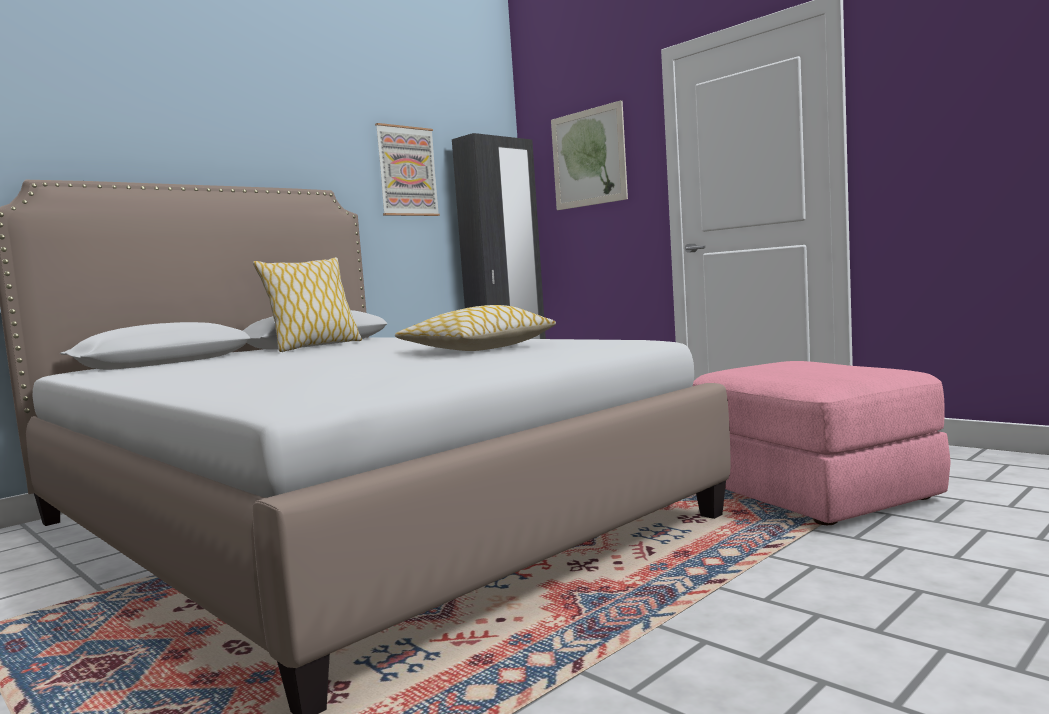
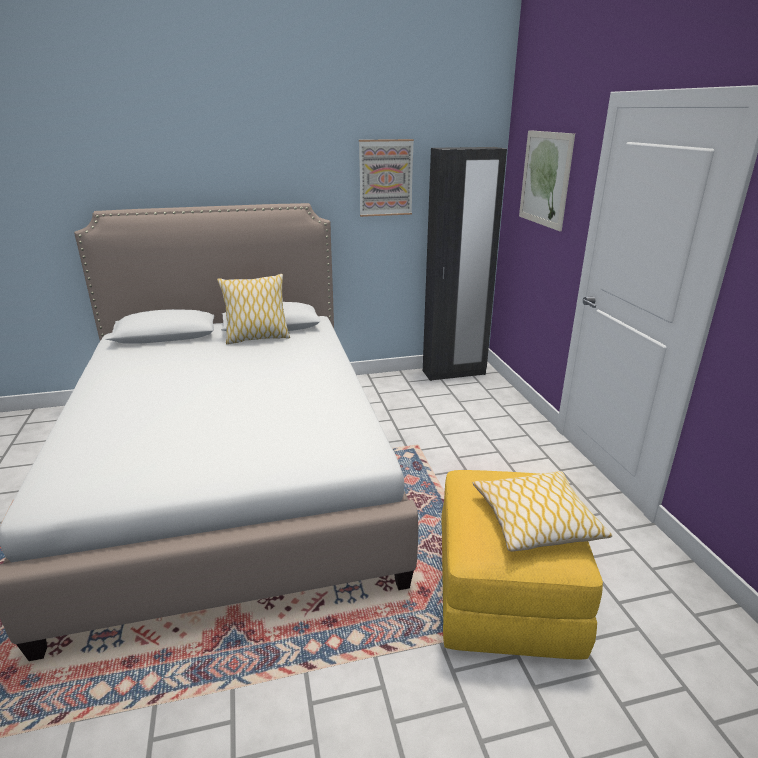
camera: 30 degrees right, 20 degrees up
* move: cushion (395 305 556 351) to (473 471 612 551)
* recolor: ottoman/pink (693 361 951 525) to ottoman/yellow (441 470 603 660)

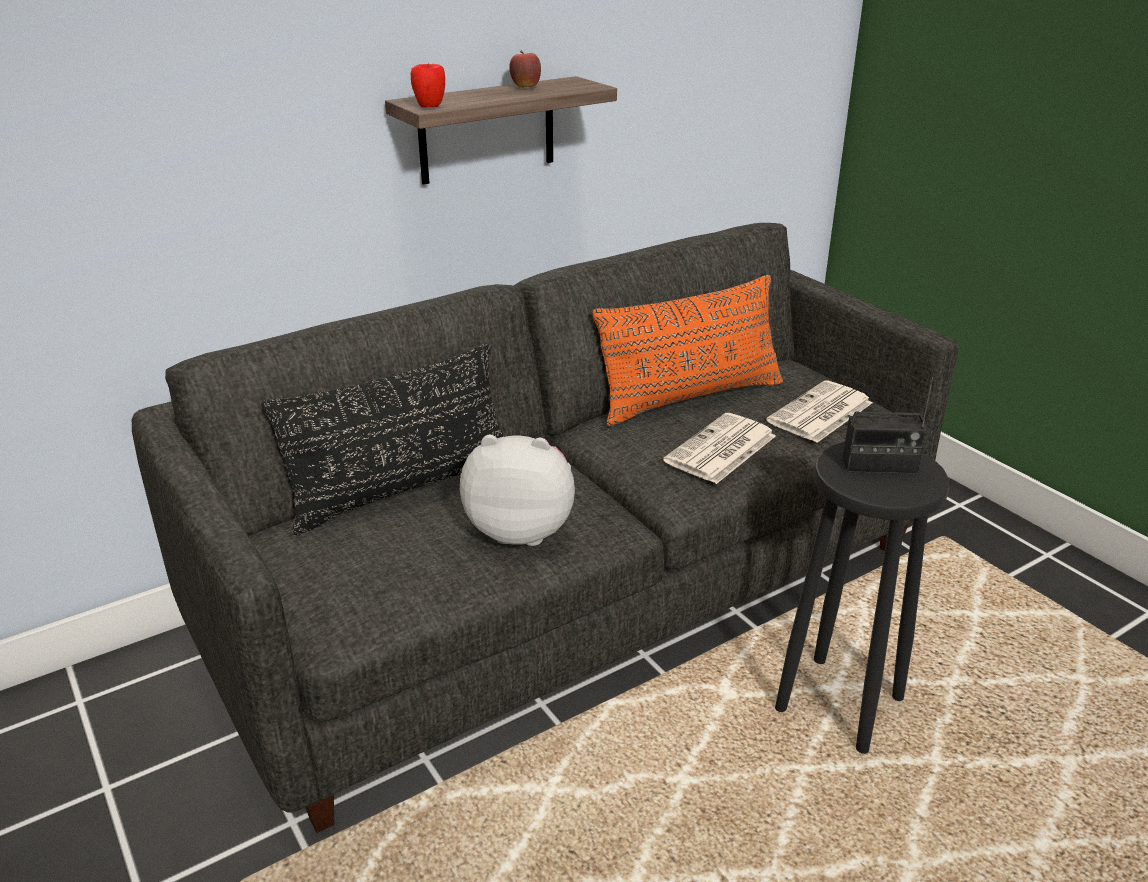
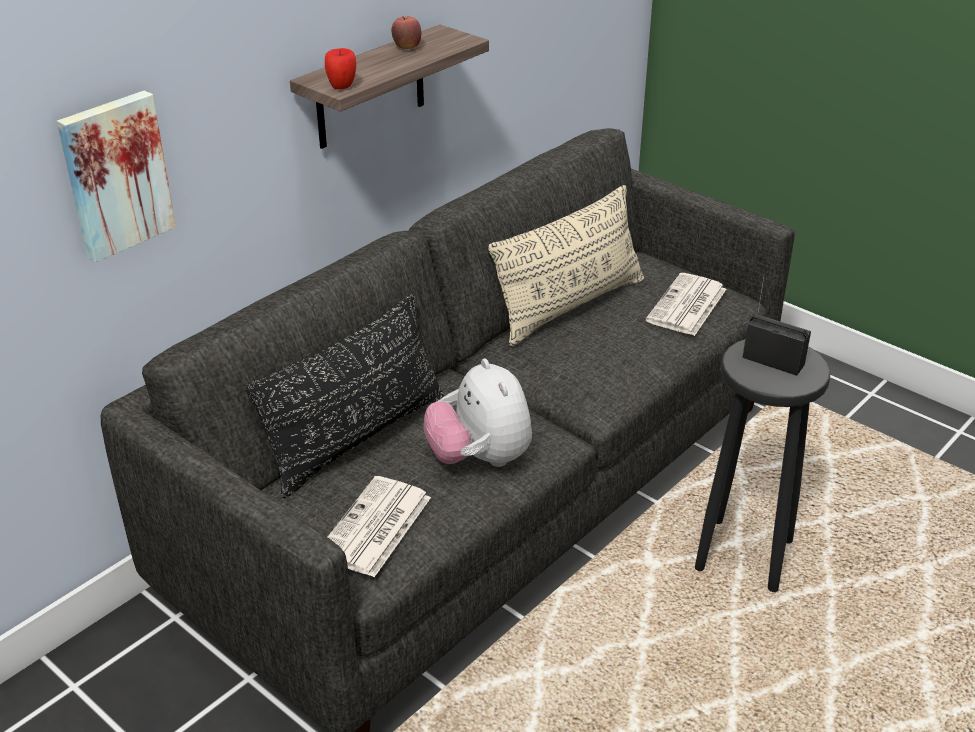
camera: 15 degrees left, 5 degrees up
* rotate: plush toy (460 435 575 546) = (424 358 532 467) 105 degrees counterclockwise
* recolor: cushion/orangey (592 275 783 426) to cushion/sand-coloured (488 185 644 346)
* move: newspaper (663 413 776 484) to (328 476 431 577)
* rotate: radio set (842 377 933 474) = (742 277 811 376) 135 degrees counterclockwise
* insert: wall picture (57 91 176 262)

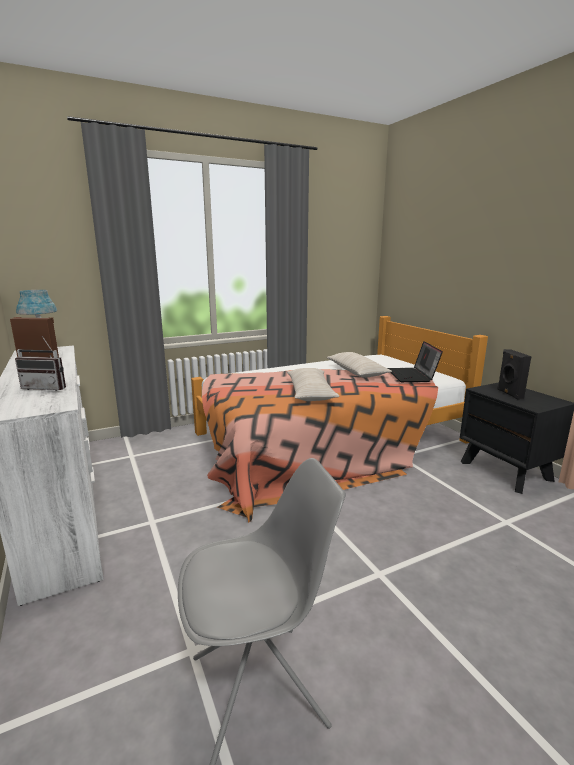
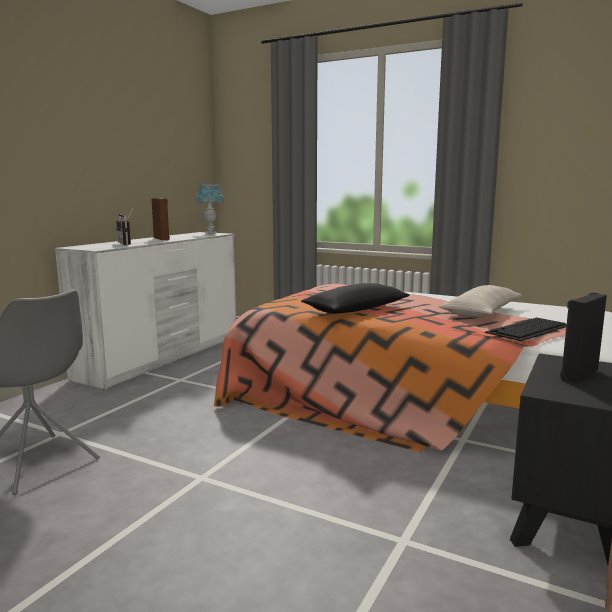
camera: 55 degrees right, 5 degrees down
* recolor: cushion/sand-coloured (287 368 339 401) to cushion/blackish (301 283 410 314)
* replace: laptop (387 341 443 382) to PC keyboard (485 317 567 341)

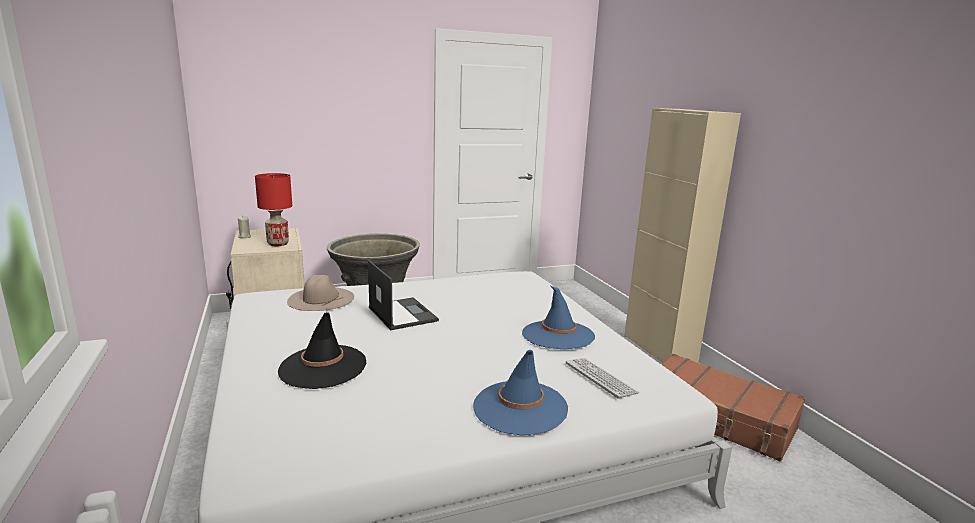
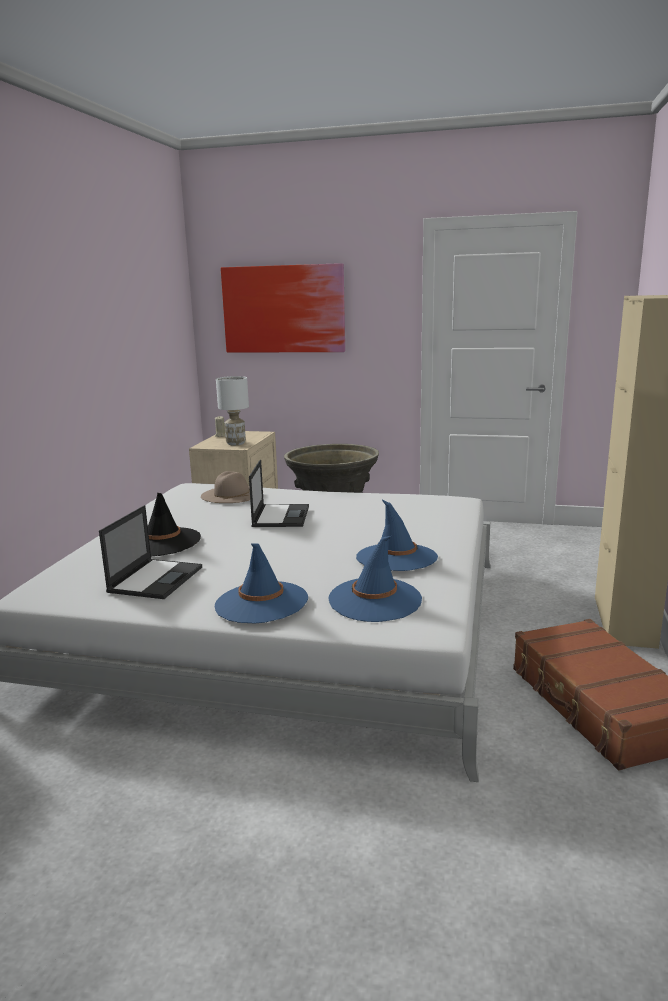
camera: 35 degrees right, 0 degrees up
* recolor: lamp for a table/red (255 173 292 246) to lamp for a table/white (216 376 249 445)
* replace: PC keyboard (566 358 639 398) to hat/blue (328 536 422 622)
* insert: laptop (99 505 202 599)
* insert: wall picture (221 263 345 353)

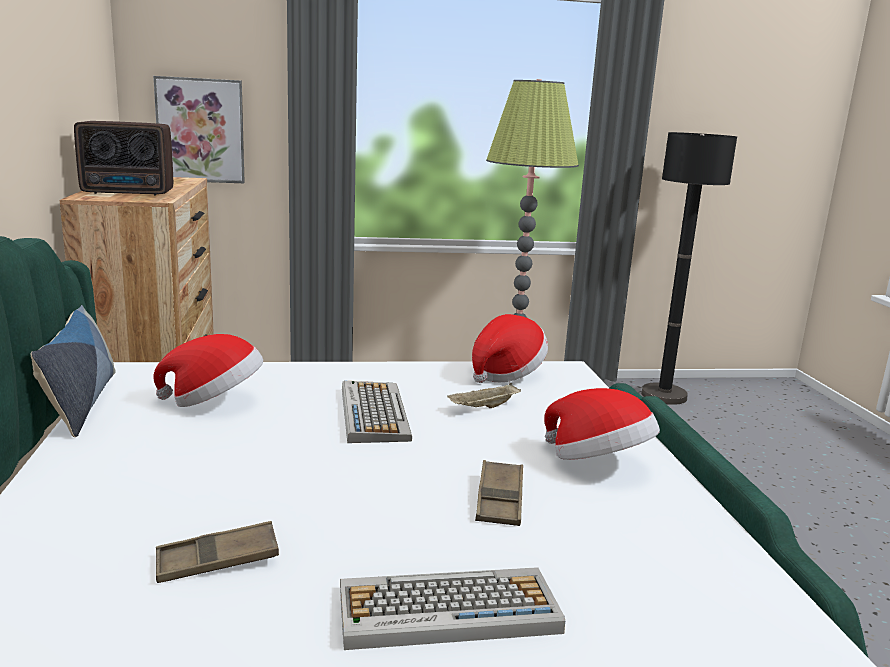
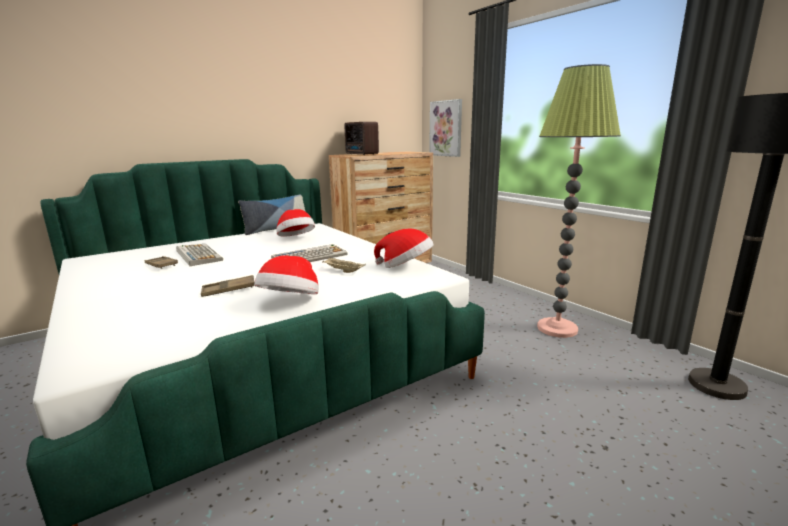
camera: 65 degrees right, 0 degrees up
* move: PC keyboard (340 567 565 650) to (176 244 223 266)

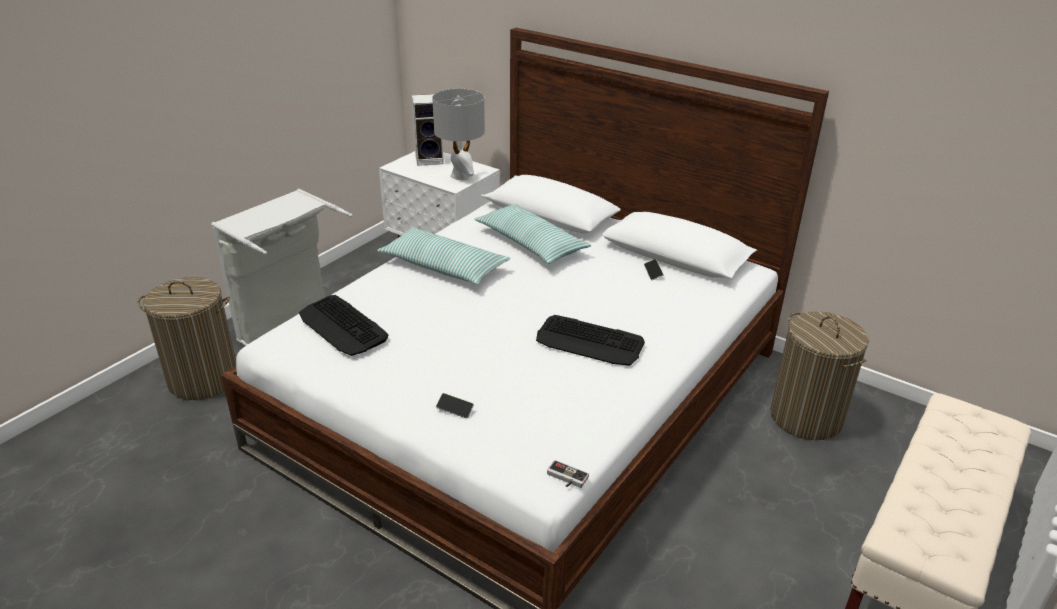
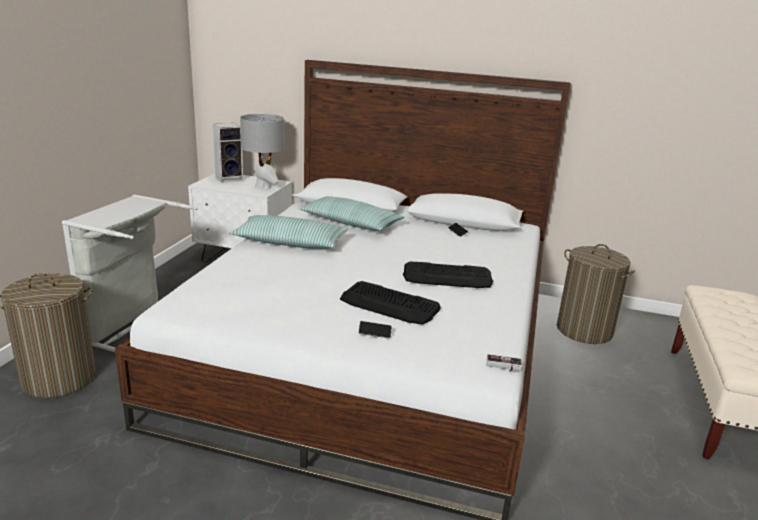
camera: 20 degrees left, 10 degrees down
* move: PC keyboard (299 295 389 356) to (340 281 441 325)

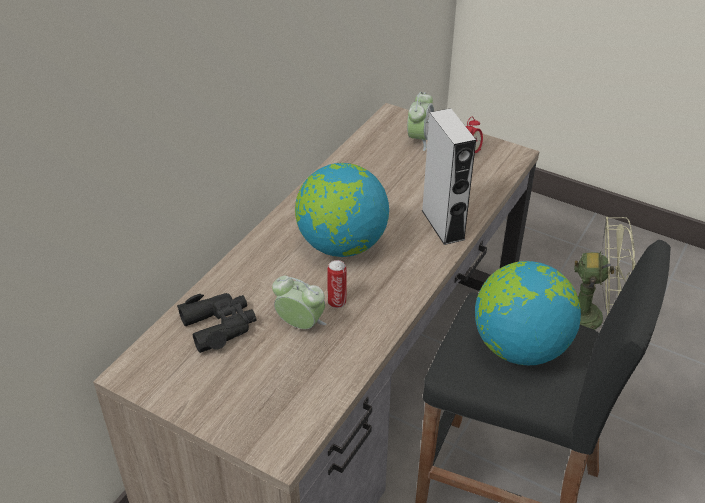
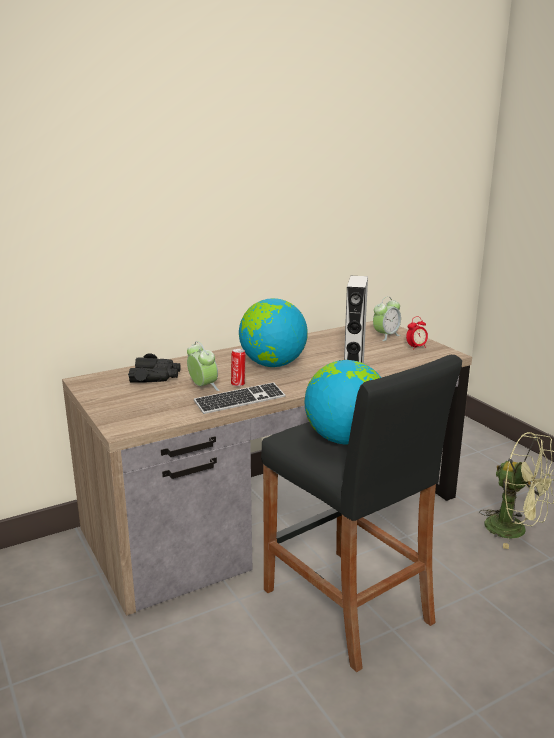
camera: 30 degrees right, 20 degrees down
* insert: PC keyboard (194 382 285 414)

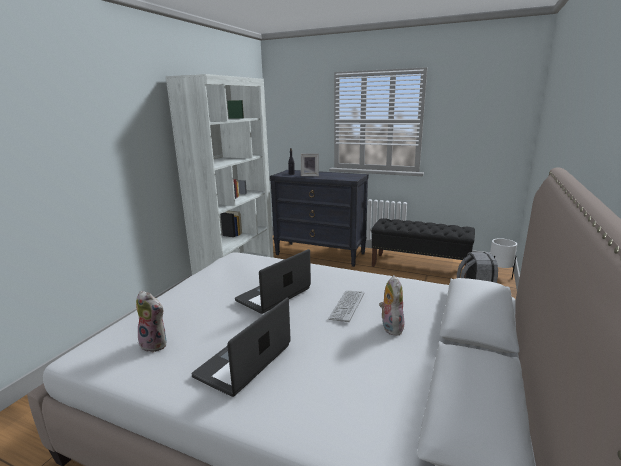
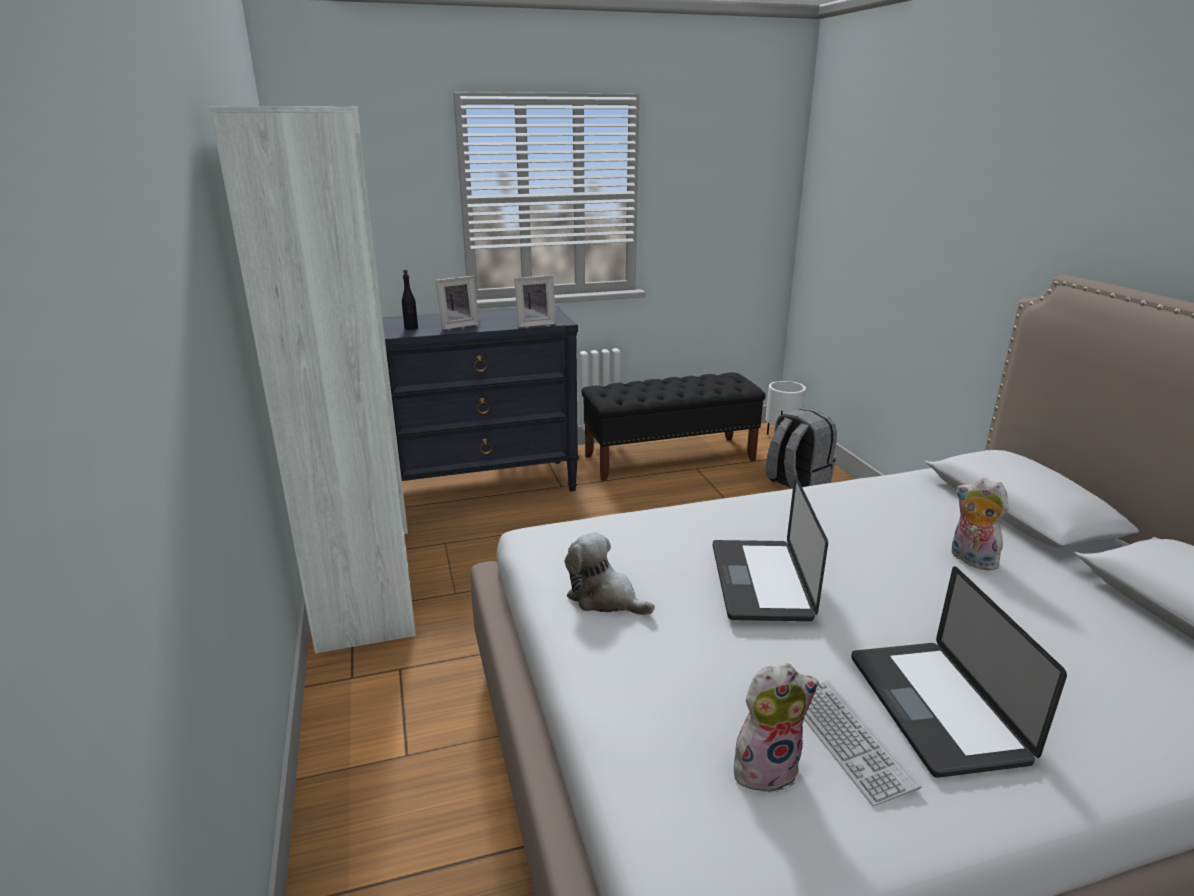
camera: 40 degrees left, 5 degrees up
* move: PC keyboard (328 291 365 322) to (804 681 922 806)
* insert: standing frame (514 275 556 328)
* insert: plush toy (565 532 655 615)

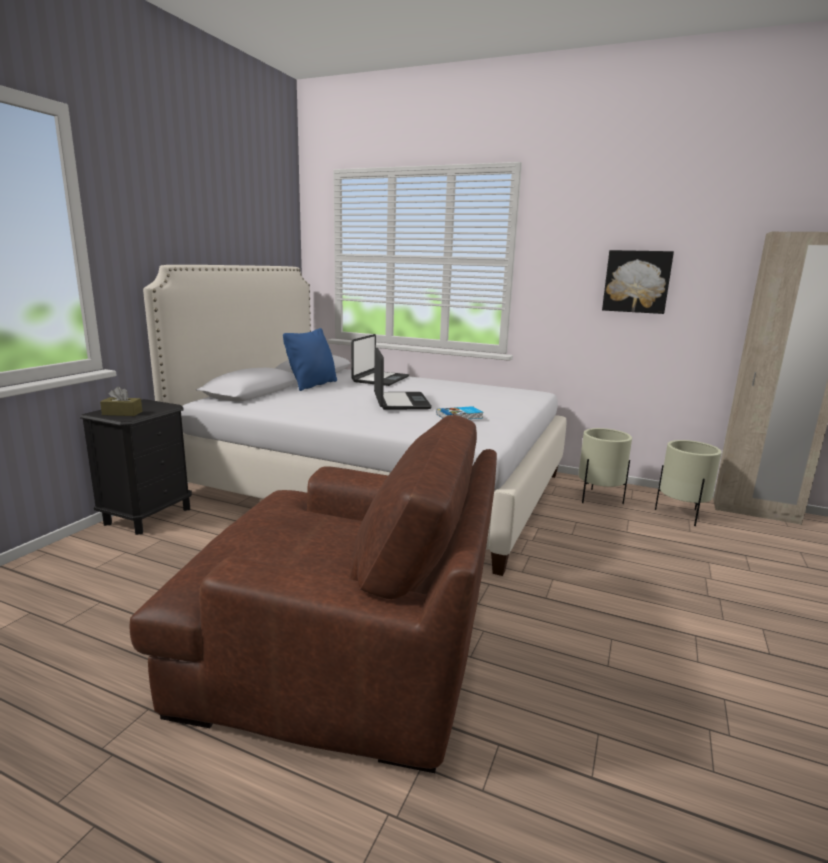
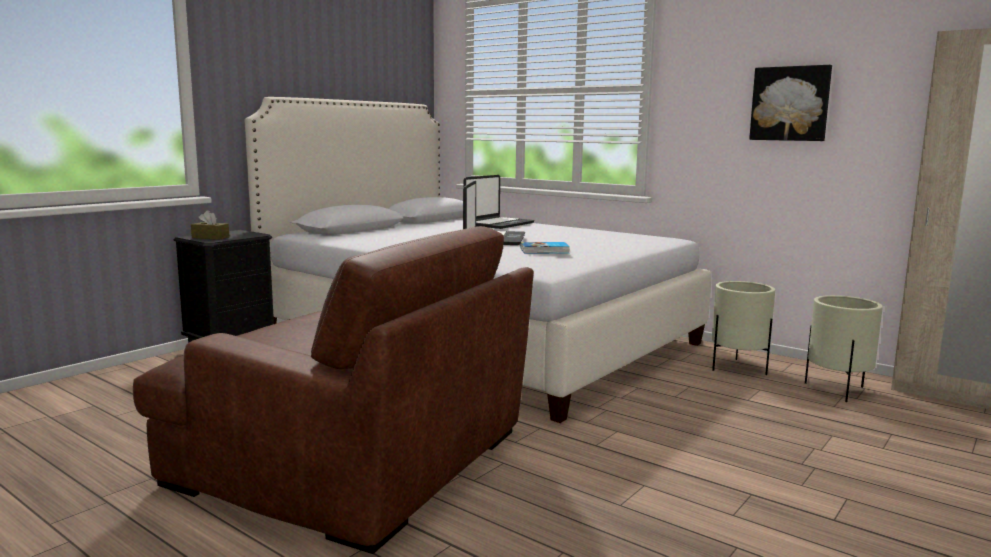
camera: 15 degrees right, 5 degrees down
* delete: cushion/blue (283 328 337 391)

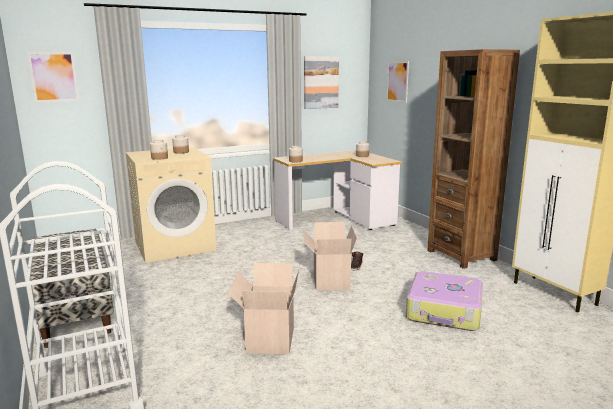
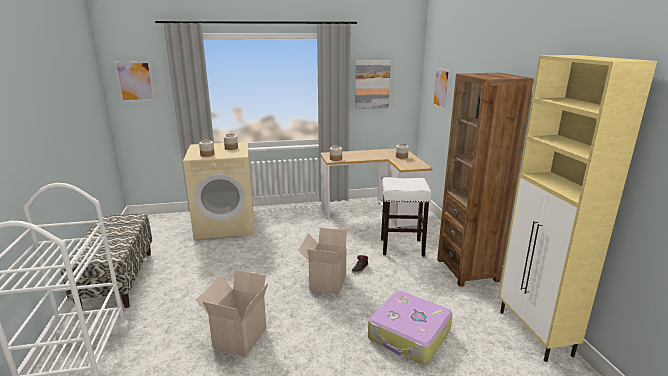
camera: 15 degrees right, 5 degrees up
* insert: stool/white (381 177 431 256)

